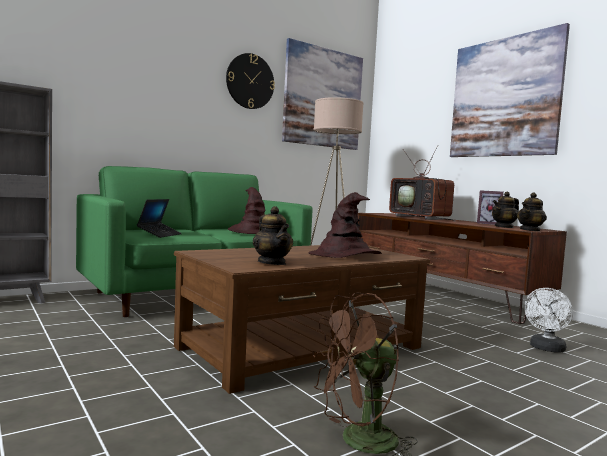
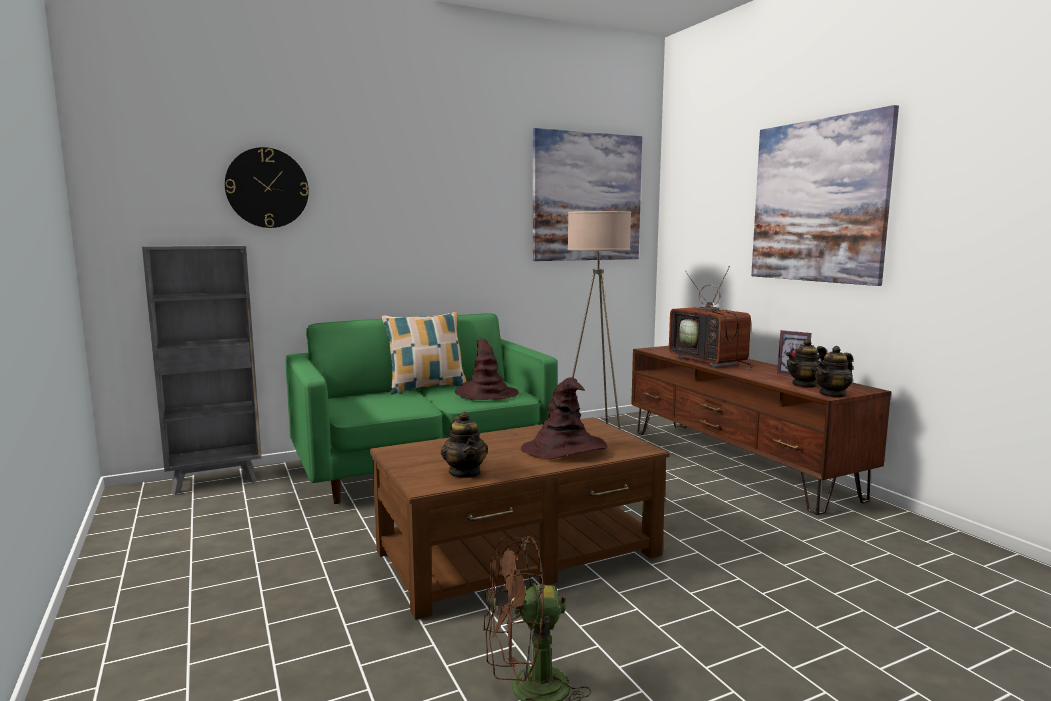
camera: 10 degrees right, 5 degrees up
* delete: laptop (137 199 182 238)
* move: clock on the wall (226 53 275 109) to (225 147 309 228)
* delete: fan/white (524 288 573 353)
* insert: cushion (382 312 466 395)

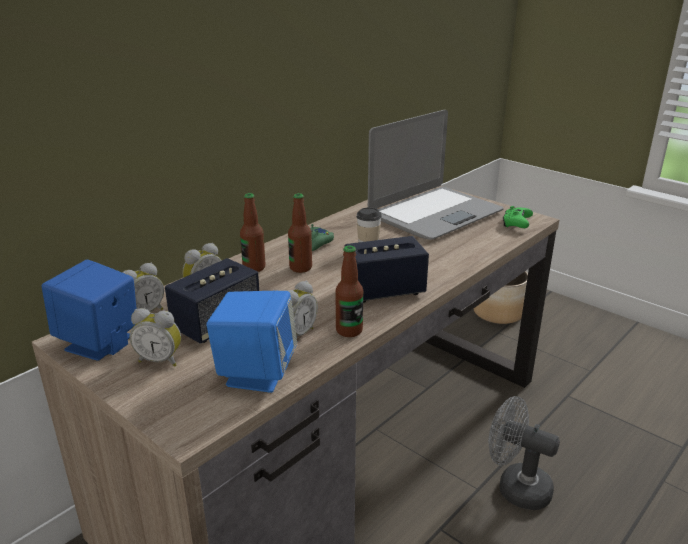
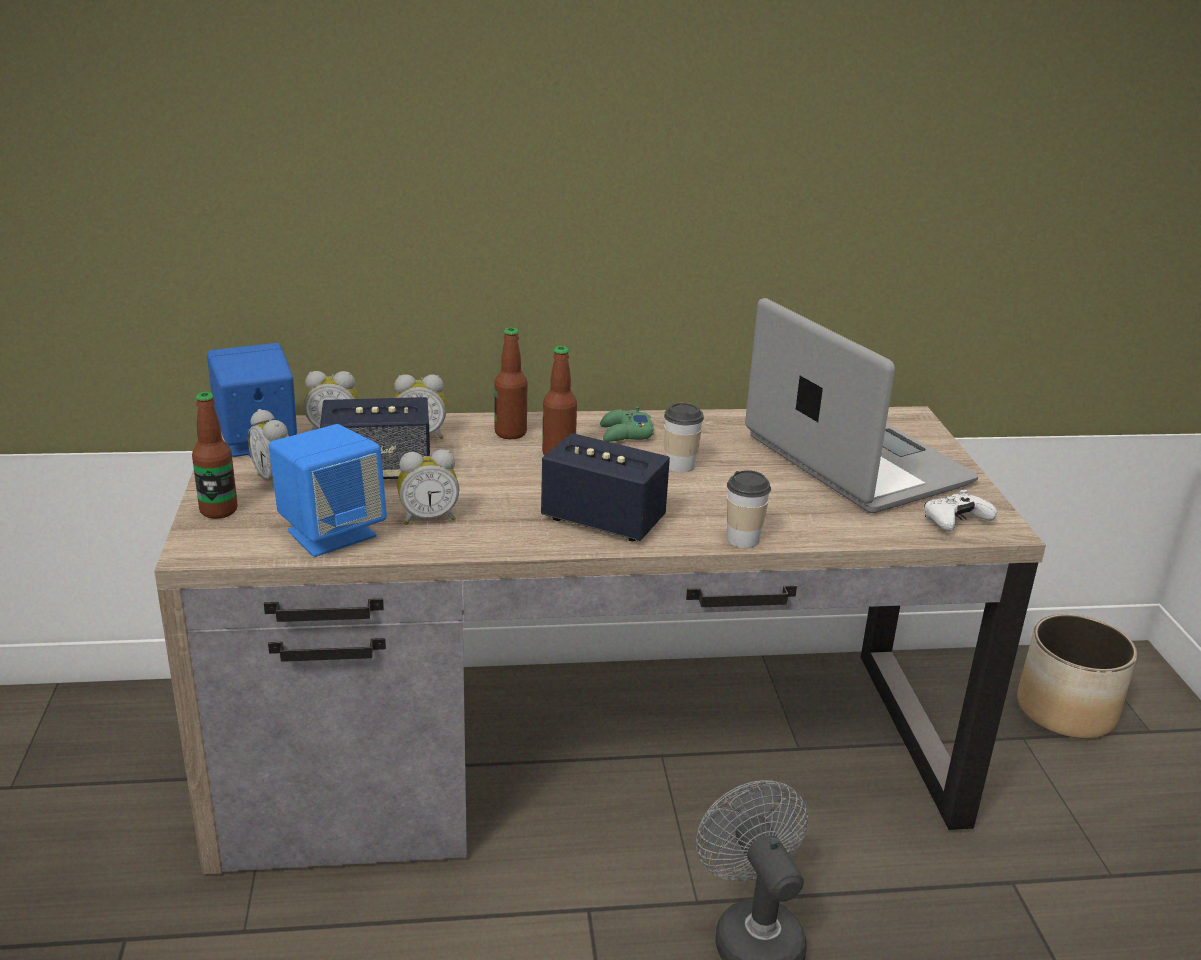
camera: 40 degrees right, 0 degrees up
* move: bottle (336 246 363 337) to (192 392 238 519)
* rotate: laptop (368 110 504 240) = (745 298 979 513) 120 degrees counterclockwise
* recolor: gamepad/green-coloured (503 206 533 228) to gamepad/white (924 490 997 531)
* insert: cup (727 470 771 548)

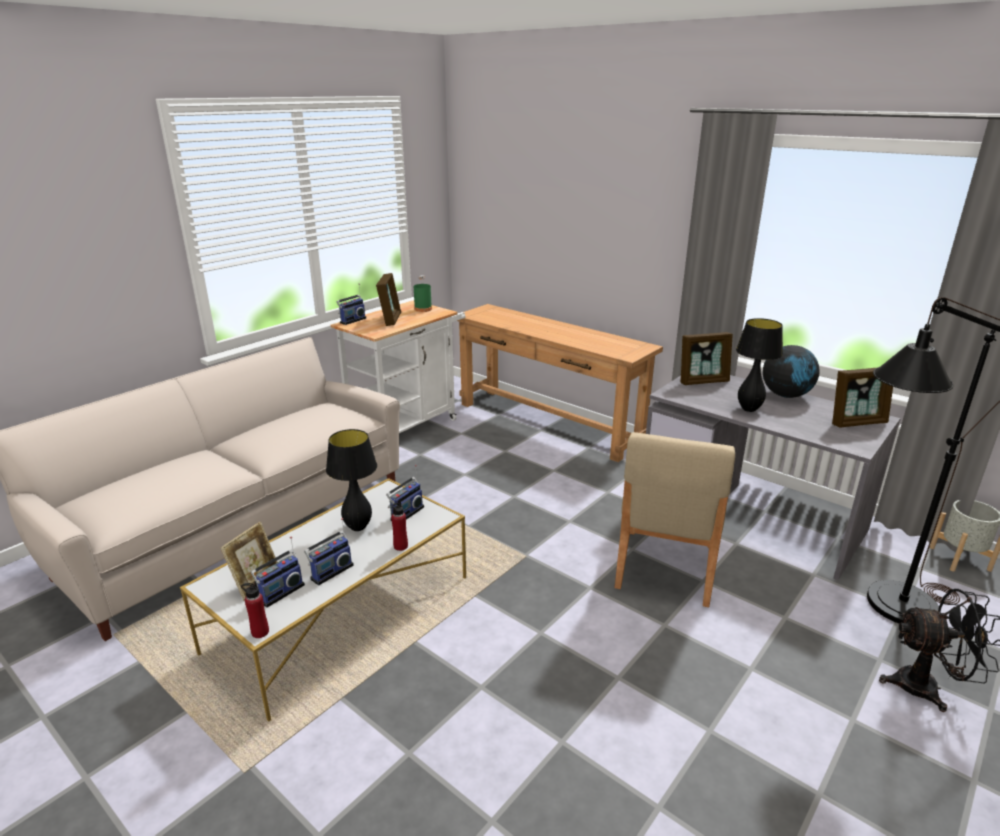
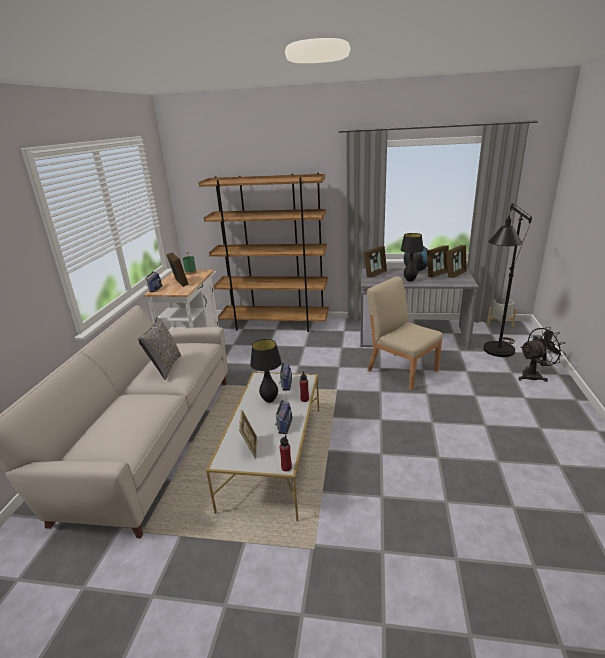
camera: 30 degrees left, 0 degrees up
* delete: radio set (251 537 305 608)
* replace: console table/brownish (457 304 663 462) to bookshelf/brownish (198 173 329 332)
* rotate: chair/sand-coloured (615 432 735 607) = (367 276 443 390) 150 degrees clockwise
* insert: cushion/grey (138 317 181 380)
* insert: standing frame (427 245 449 277)

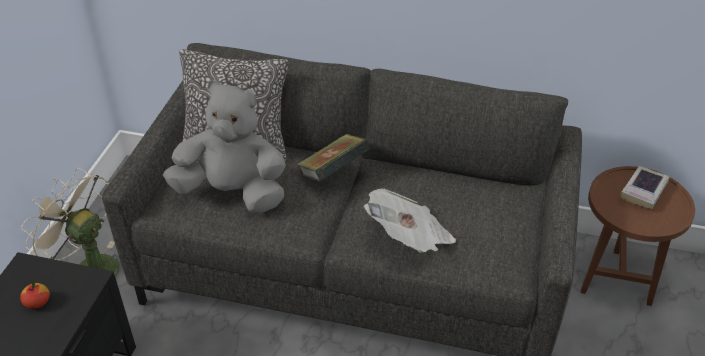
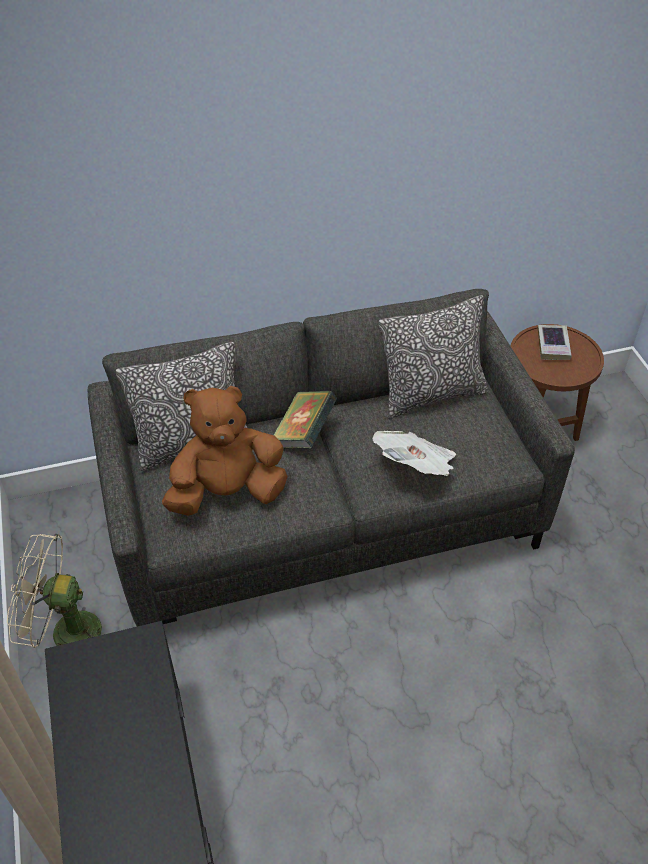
camera: 30 degrees left, 5 degrees up
* delete: apple fruit (20 280 50 309)
* recolor: plush toy/grey (163 80 286 213) to plush toy/brownish (162 386 288 516)
* insert: cushion (378 295 488 419)

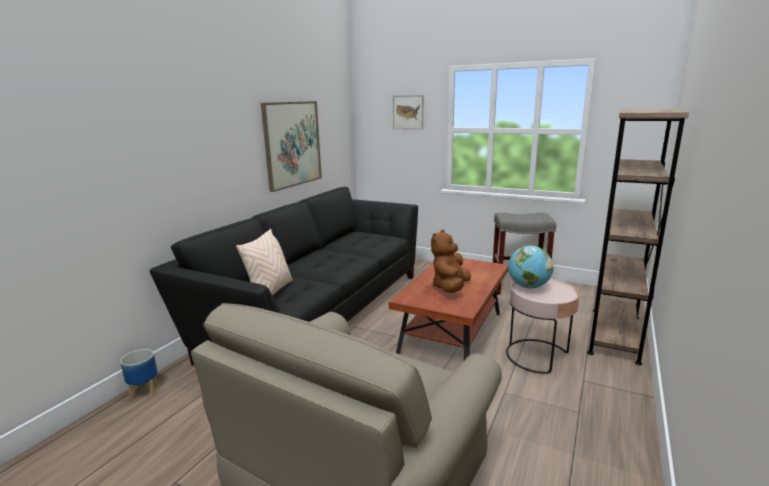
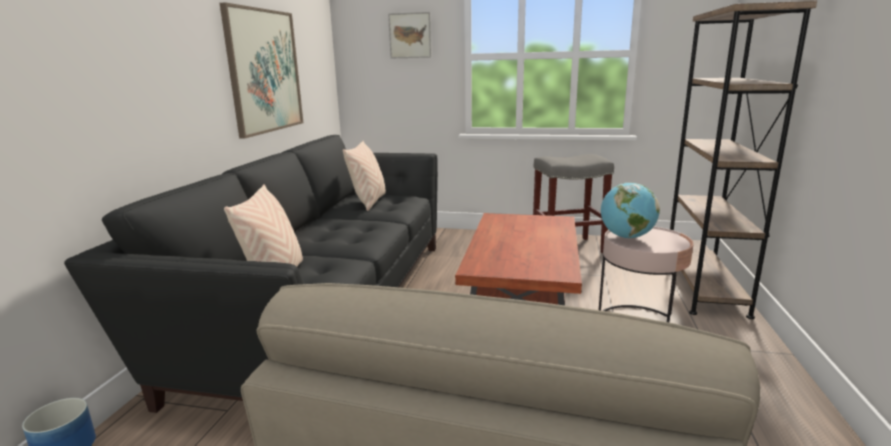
camera: 15 degrees left, 0 degrees up
* delete: plush toy/brownish (431 230 471 293)
* insert: cushion/sand-coloured (343 141 386 211)

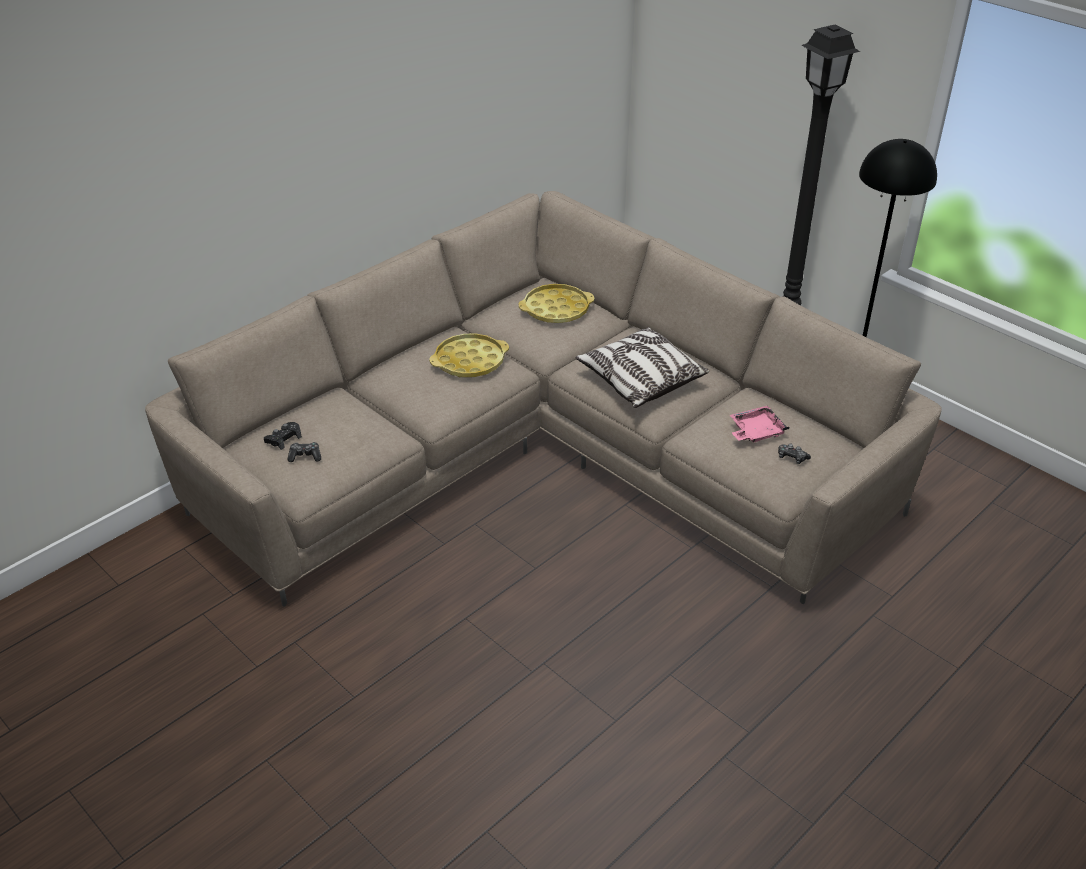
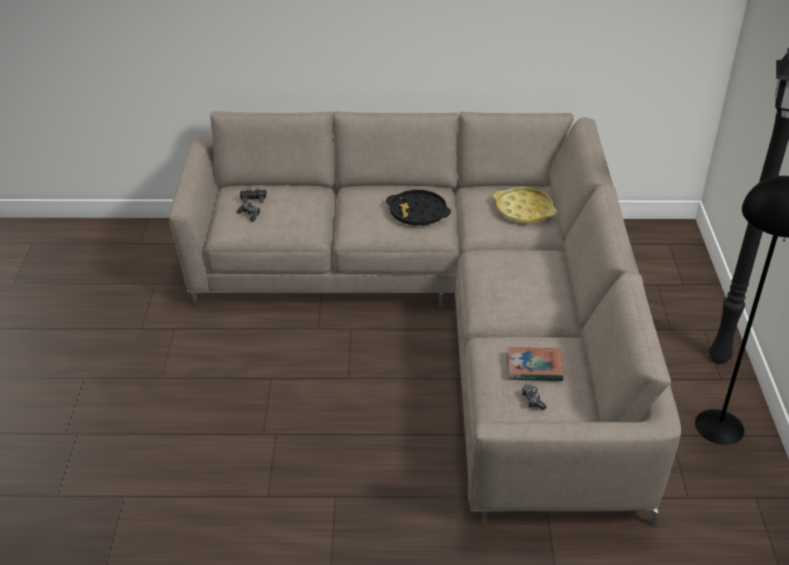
camera: 45 degrees right, 0 degrees up
* recolor: tray/yellow (429 334 509 377) to tray/blackish (386 190 451 226)
* delete: cushion (576 327 709 408)
* replace: tray/pink (730 406 789 443) to volume (507 347 564 381)

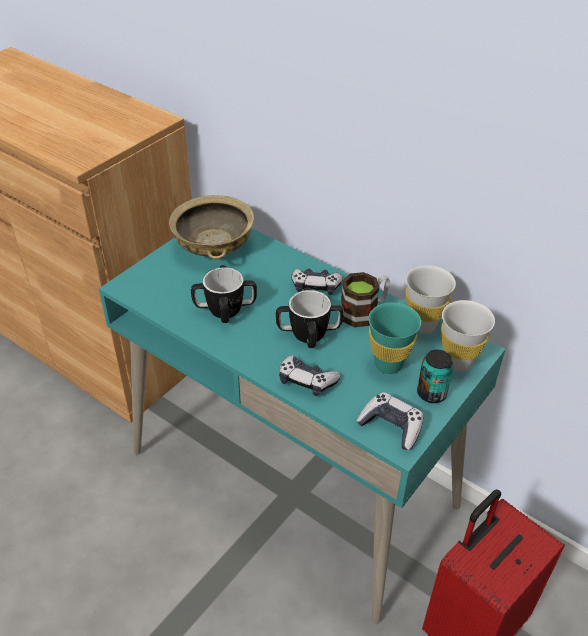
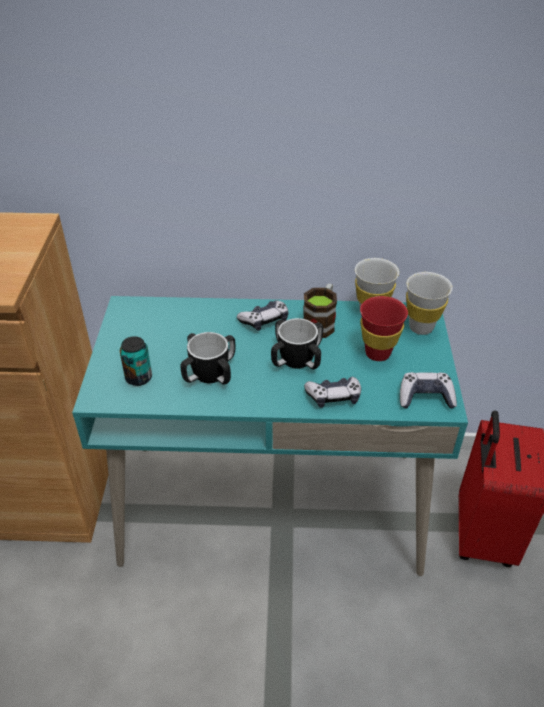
camera: 35 degrees left, 0 degrees up
* delete: serving bowl/sand-coloured (169 195 254 260)
* recolor: cup/turquoise (368 302 421 374) to cup/red (360 296 408 361)
* move: metal can (417 350 453 403) to (120 336 152 386)

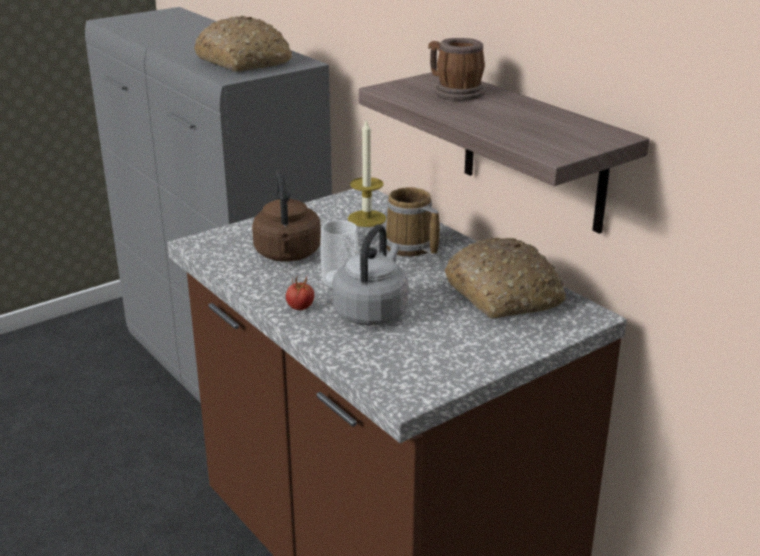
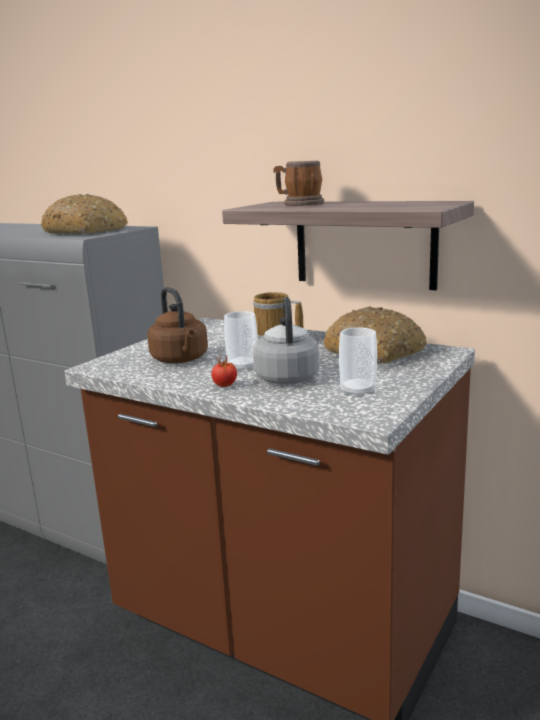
camera: 20 degrees left, 10 degrees down
* delete: wax light (348 119 386 227)
* insert: cup (339 327 377 398)

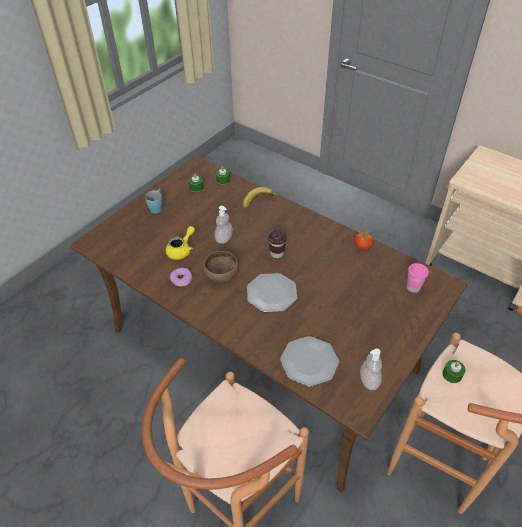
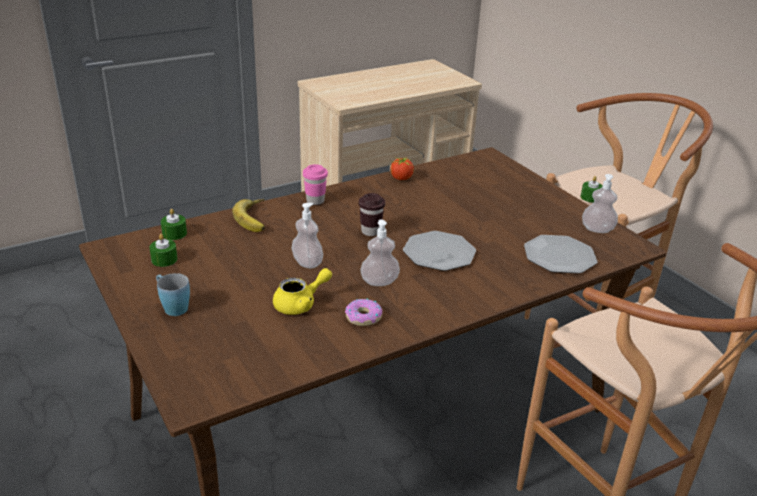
camera: 70 degrees left, 15 degrees down
* rotate: pot for tea/yellow (166 226 195 260) = (273 268 332 315) 90 degrees clockwise
* replace: serving bowl/brownish (203 251 239 283) to soap bottle (361 219 400 286)
* move: cup/pink (406 263 429 293) to (303 164 328 205)

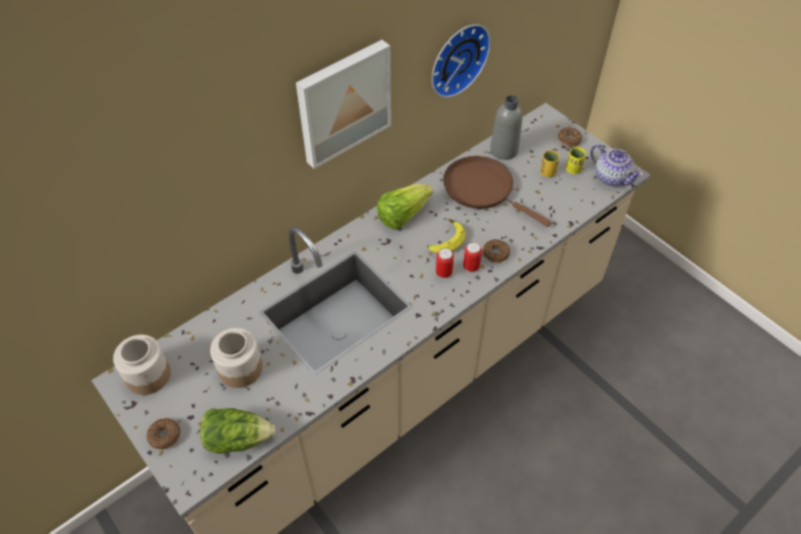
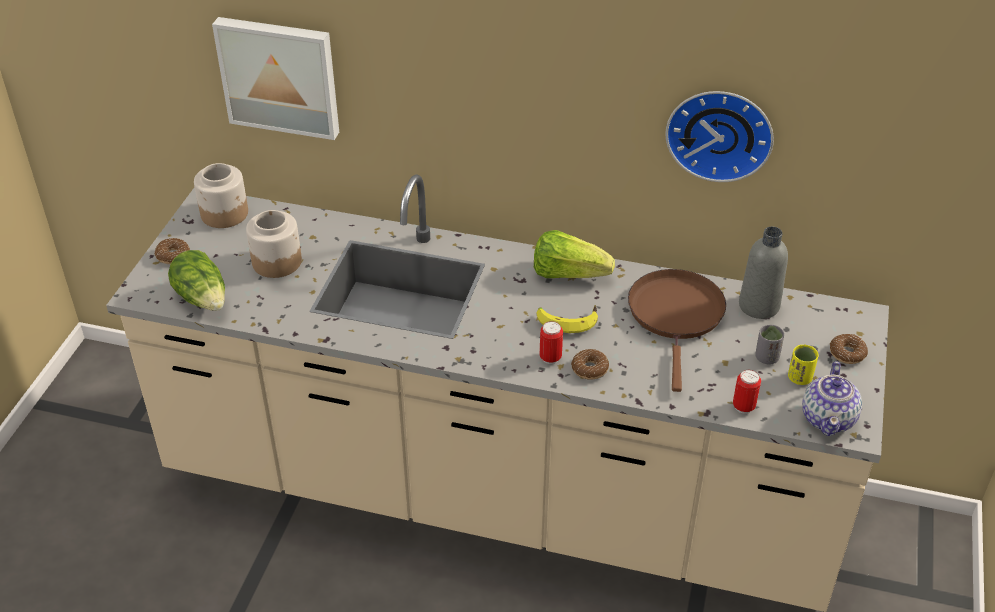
camera: 55 degrees right, 10 degrees down
* move: wall picture (296 40 391 169) to (212 17 339 140)
* move: metal can (436 248 454 279) to (733 370 761 414)
* recolor: cup/yellow (540 150 560 177) to cup/grey (755 325 784 364)

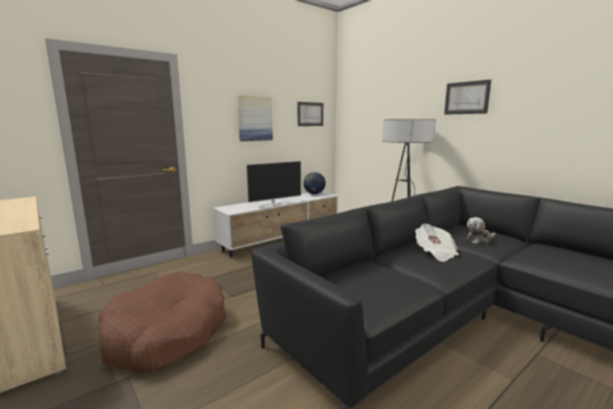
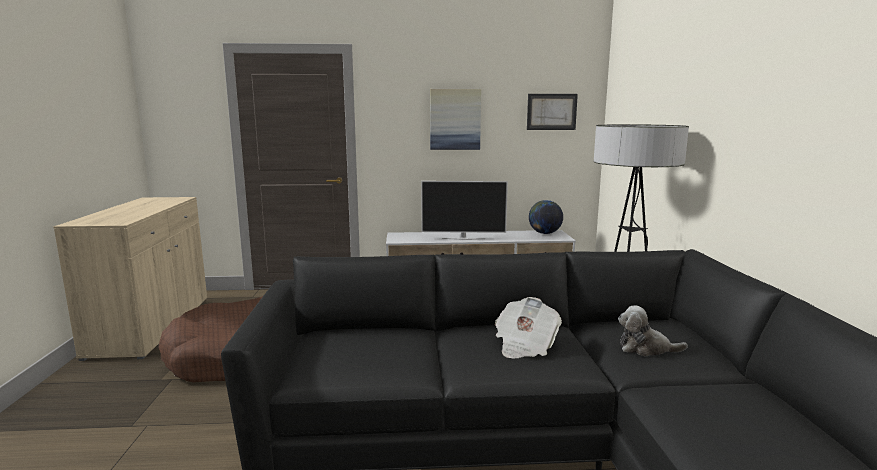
camera: 35 degrees right, 0 degrees up
* delete: wall picture (444 80 491 114)

